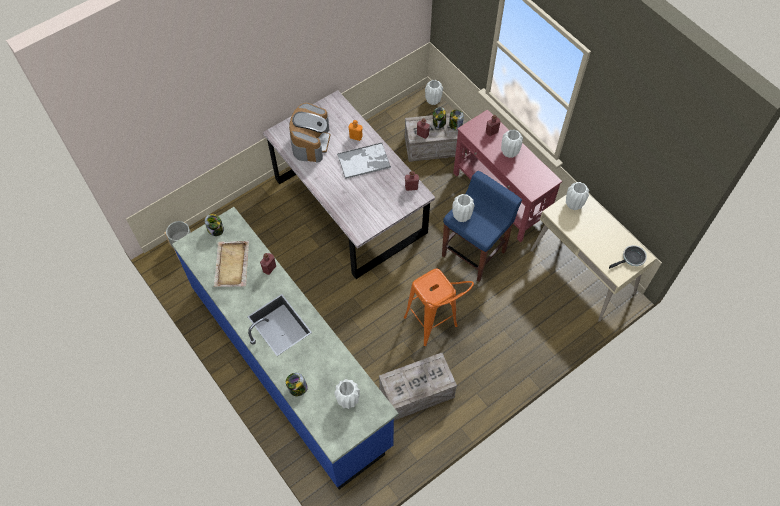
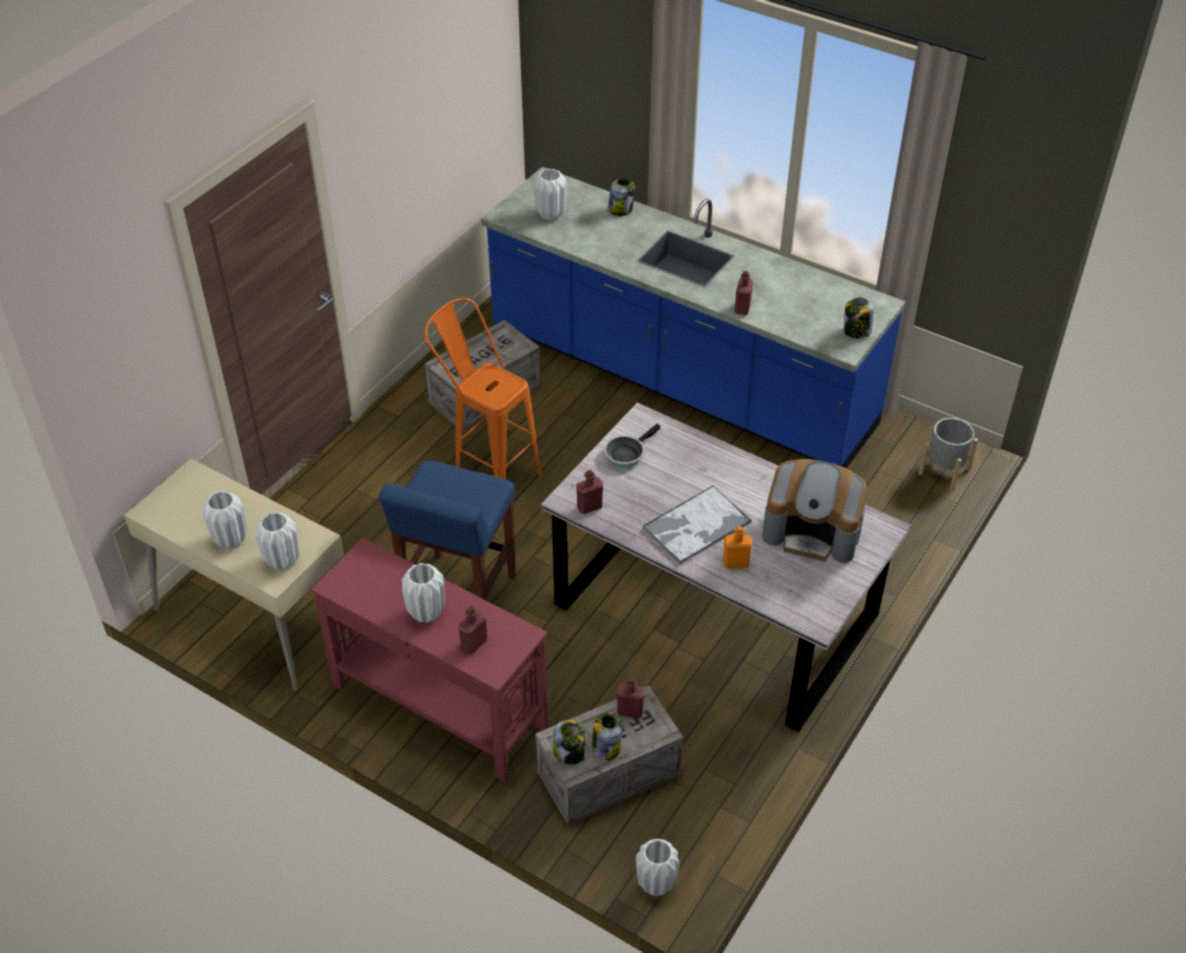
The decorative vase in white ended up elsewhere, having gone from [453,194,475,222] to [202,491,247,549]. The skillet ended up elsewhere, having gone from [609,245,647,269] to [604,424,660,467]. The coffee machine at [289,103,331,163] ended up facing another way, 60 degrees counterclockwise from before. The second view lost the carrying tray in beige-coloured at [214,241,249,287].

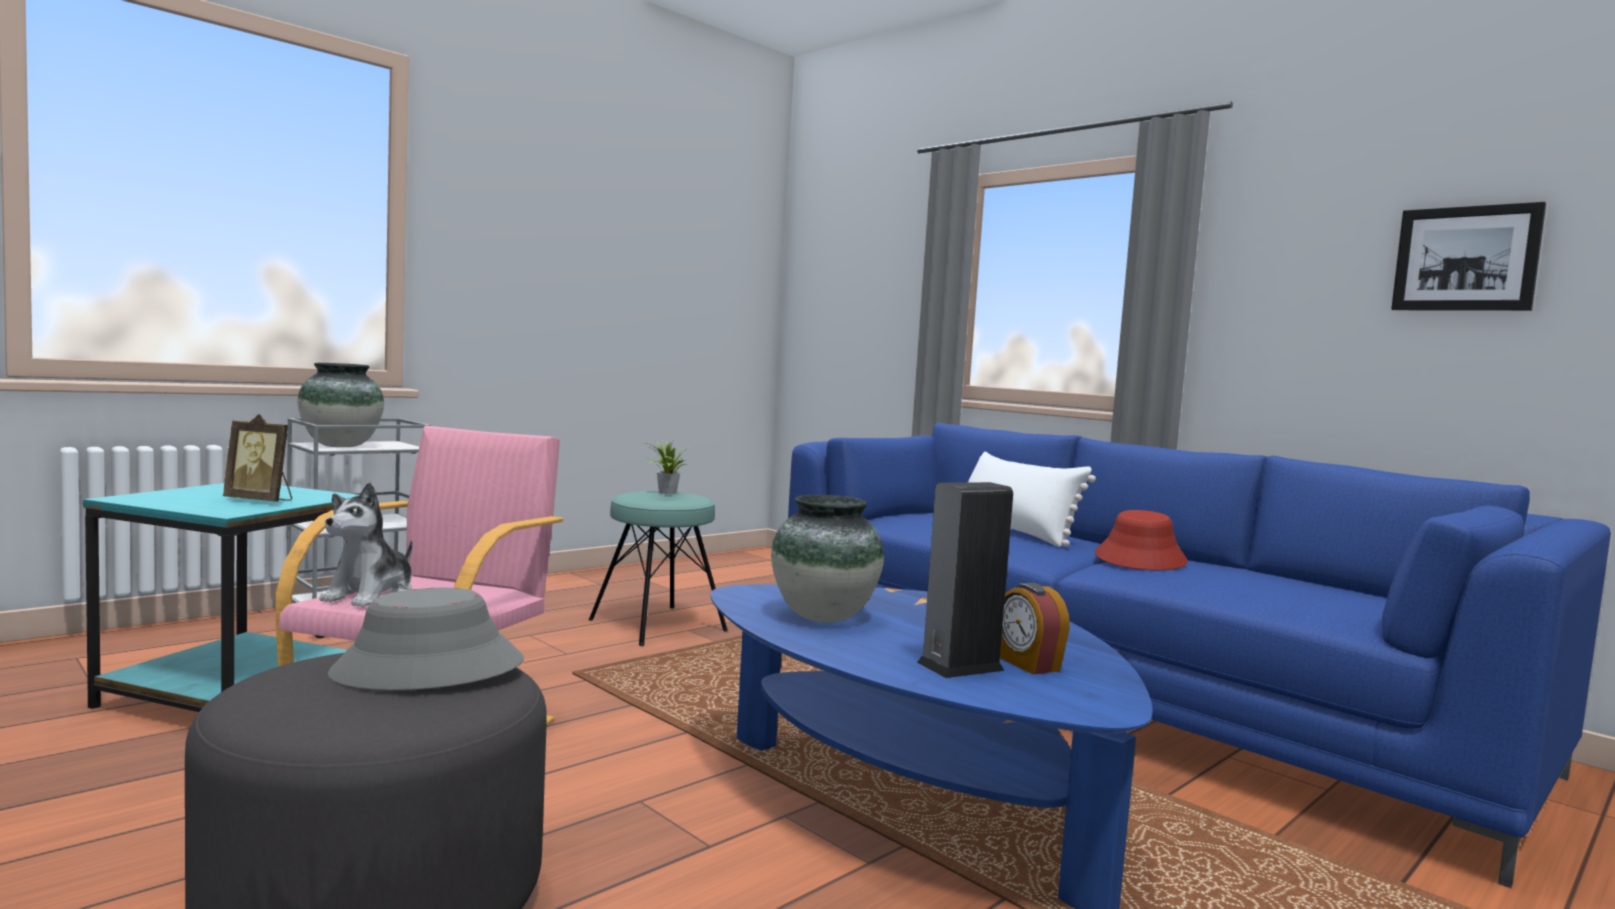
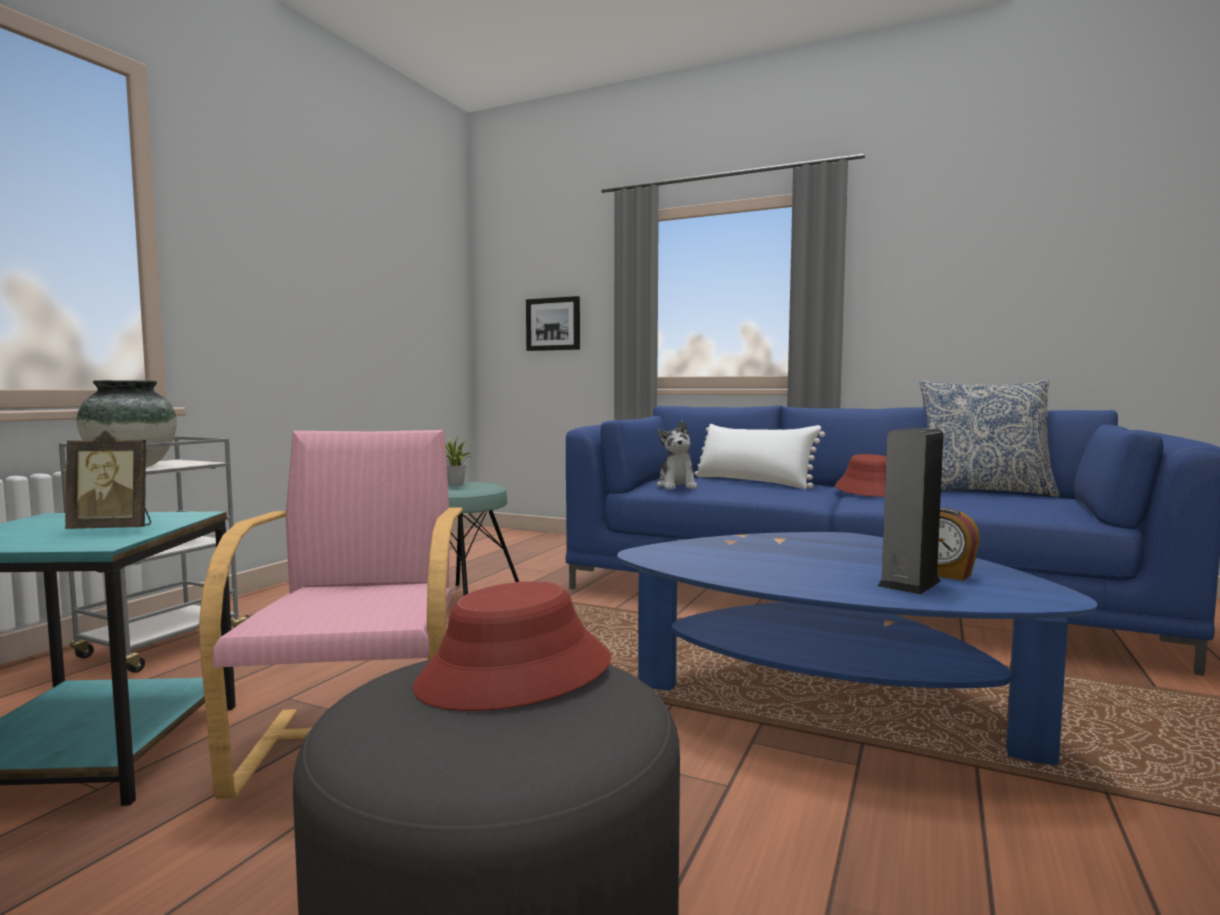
What was the wearable hat in gray at [328,588,523,691] turned into the wearable hat in red-coloured at [412,581,611,711]. The wall art ended up elsewhere, having gone from [1391,202,1546,311] to [526,296,580,351]. The soft toy ended up elsewhere, having gone from [319,482,413,607] to [657,421,698,489]. The second view gained the cushion at [919,380,1060,497]. The second view lost the decorative vase at [771,495,884,622].

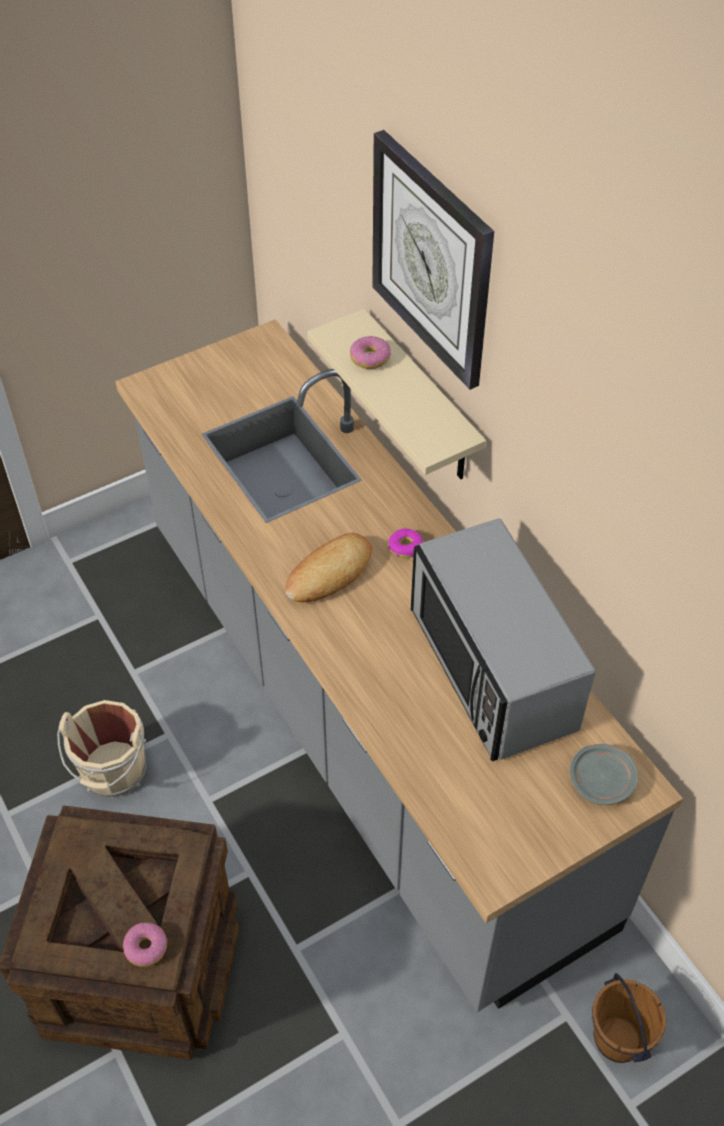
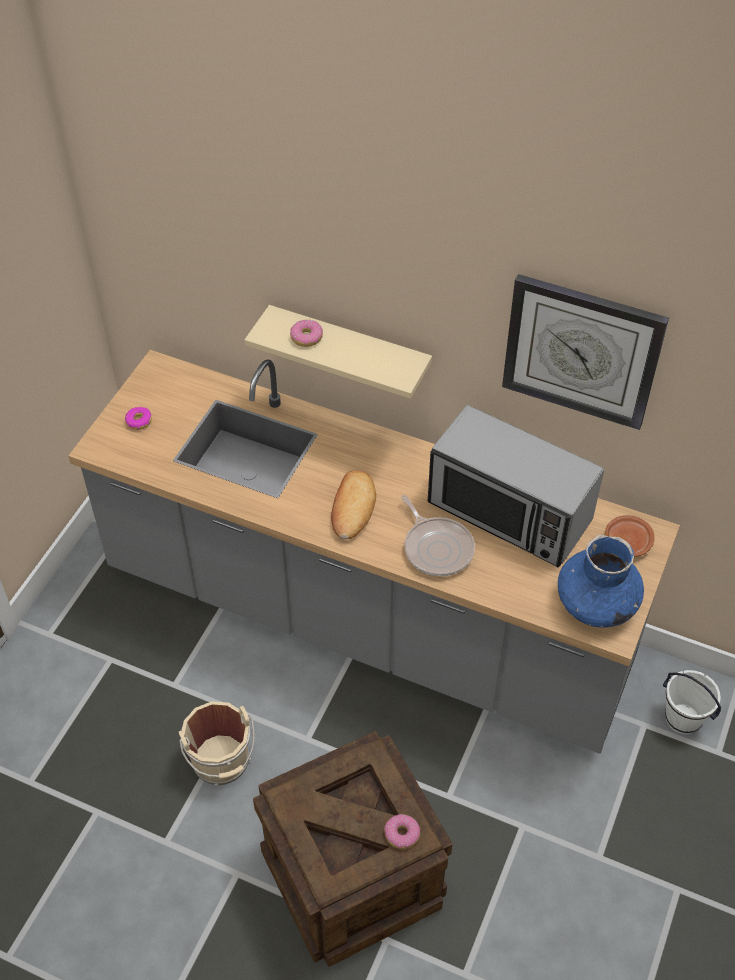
The donut ended up elsewhere, having gone from [389,529,423,558] to [125,407,152,430]. The second view gained the skillet at [401,495,475,576]. The wall clock ended up elsewhere, having gone from [372,130,494,390] to [502,274,669,430]. The second view gained the decorative vase in bluish at [558,535,644,628]. What was the plate in gray at [570,744,638,805] turned into the plate in brown-coloured at [605,515,655,557]. What was the bucket in brown-coloured at [592,973,666,1063] turned into the bucket in white at [663,670,721,734].

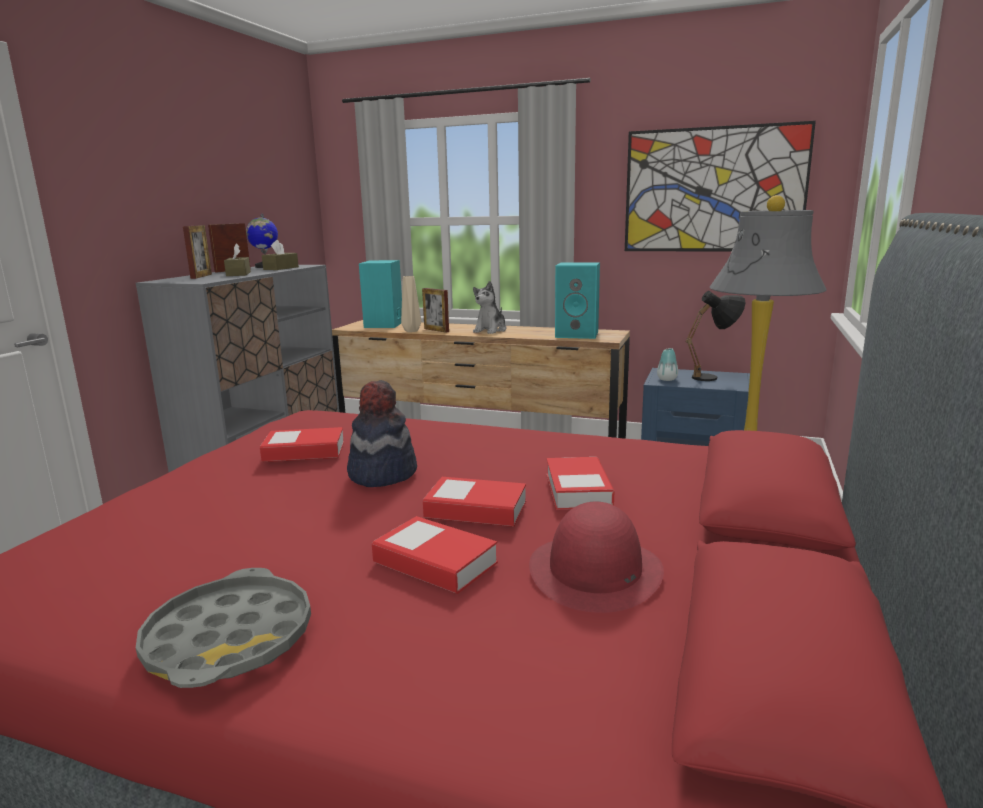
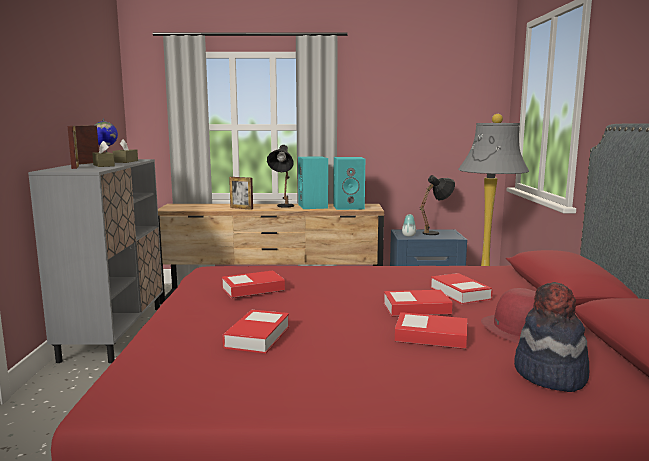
The second view gained the bound book at [223,310,289,353]. Where the soft toy stood at [473,281,507,334], the table lamp in black-coloured came to stand at [267,145,294,208]. The speaker in turquoise ended up elsewhere, having gone from [359,260,402,328] to [298,156,328,209]. The wearable hat ended up elsewhere, having gone from [347,380,417,487] to [514,282,589,392]. The second view lost the carrying tray in gray at [136,568,311,688]. The second view lost the decorative vase in beige-coloured at [401,276,421,332]. The second view lost the wall art at [625,121,816,251].

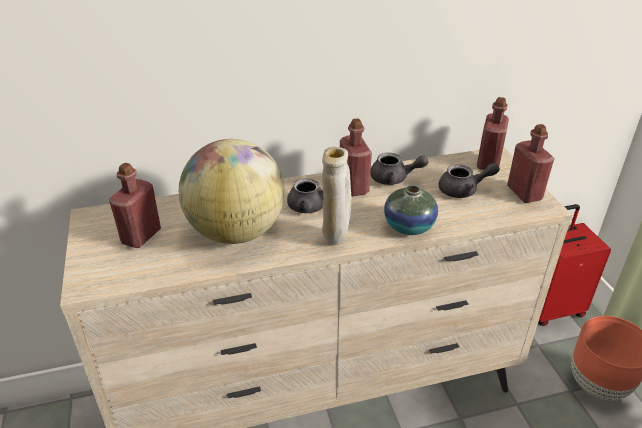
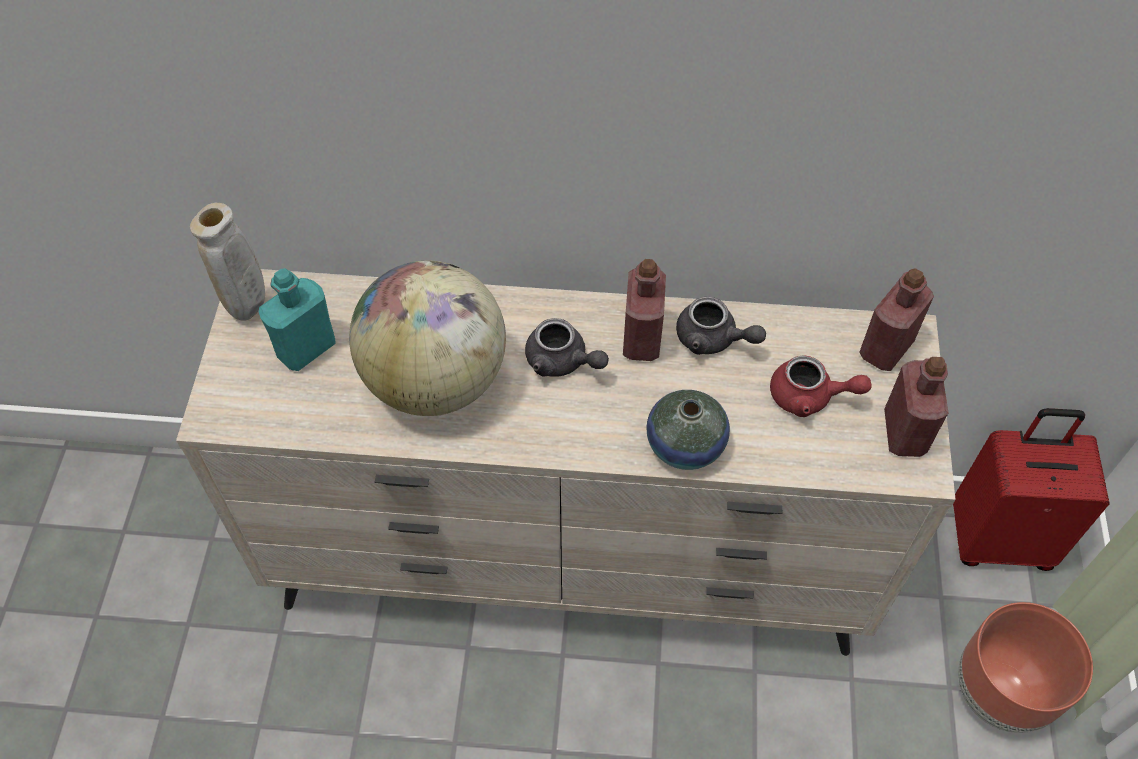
The decorative vase in beige-coloured ended up elsewhere, having gone from [322,147,351,245] to [190,203,265,321]. What was the bottle in red-coloured at [109,163,161,248] turned into the bottle in turquoise at [259,268,336,371]. What was the tea pot in gray at [439,163,500,198] turned into the tea pot in red-coloured at [770,356,872,417].

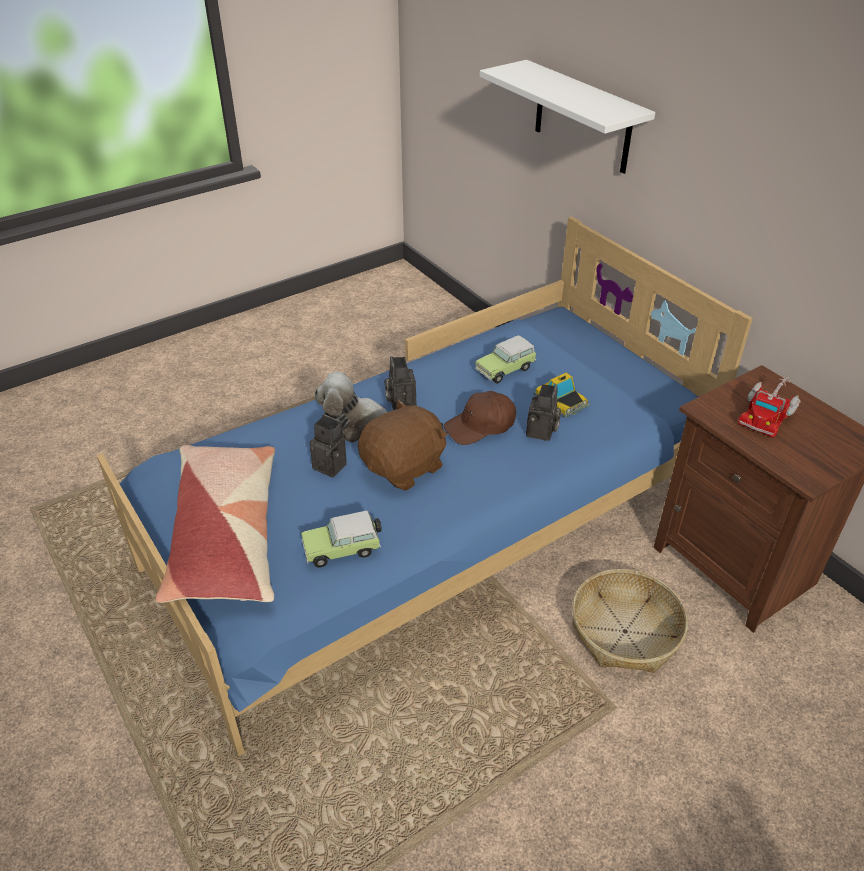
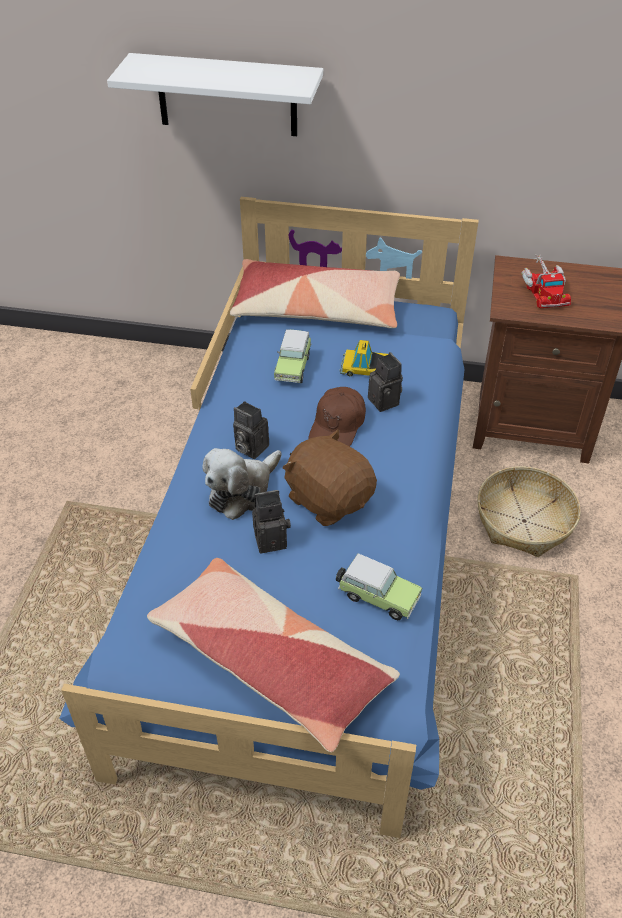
The second view gained the cushion at [230,259,400,328]. The soft toy in brown-coloured at [358,399,448,490] ended up facing another way, 45 degrees counterclockwise from before. The toy car at [301,511,382,568] ended up facing another way, 90 degrees counterclockwise from before.

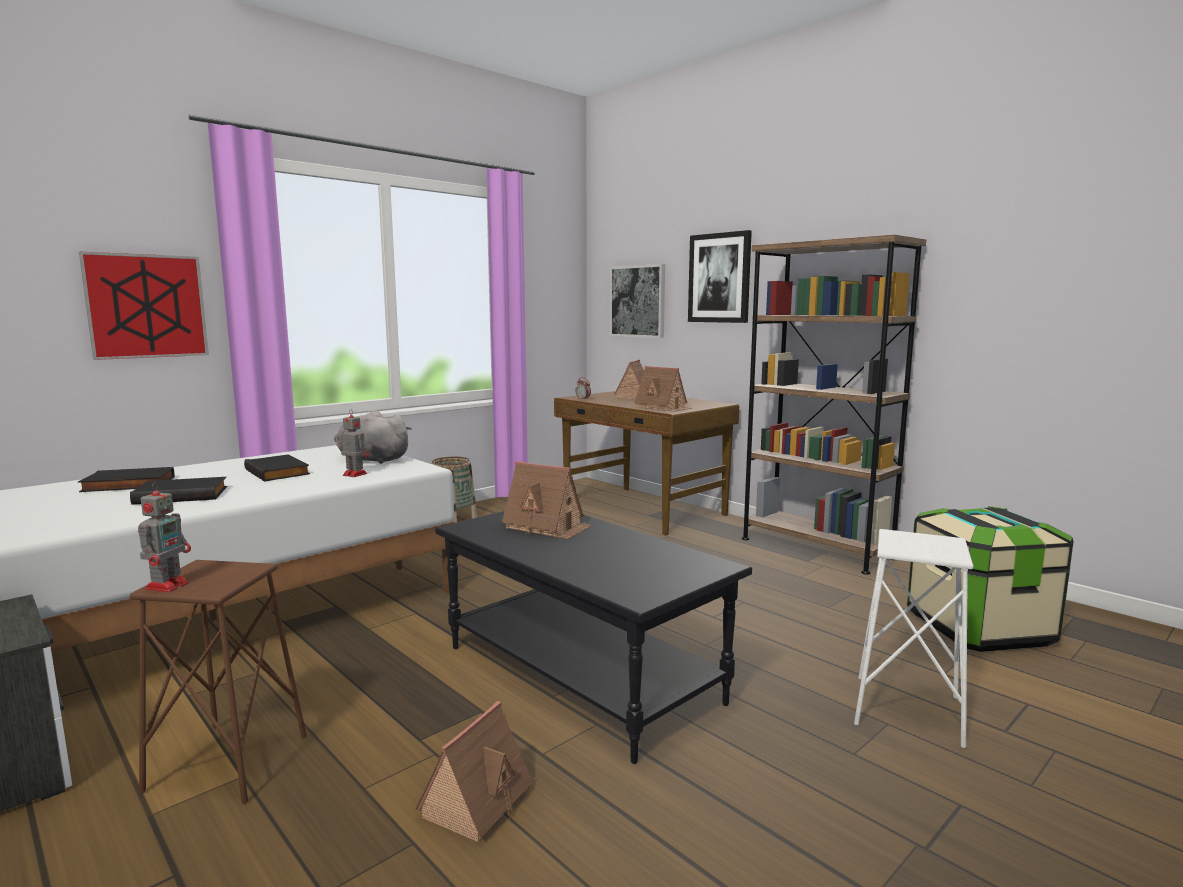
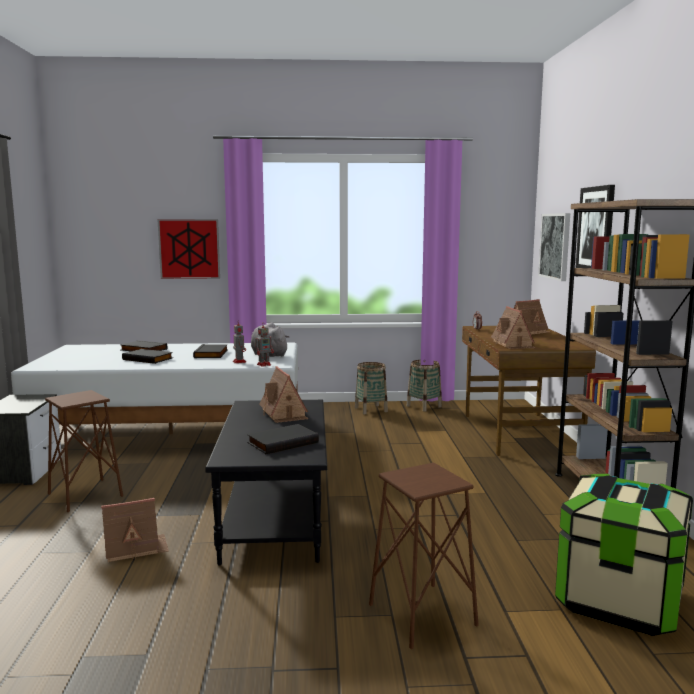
The second view gained the bound book in black-coloured at [247,424,319,454]. The model robot ended up elsewhere, having gone from [138,482,191,592] to [255,322,274,367]. What was the stool seat in white at [854,529,973,748] turned into the stool seat in brown-coloured at [369,463,479,649]. The second view gained the storage basket at [407,360,442,412].

